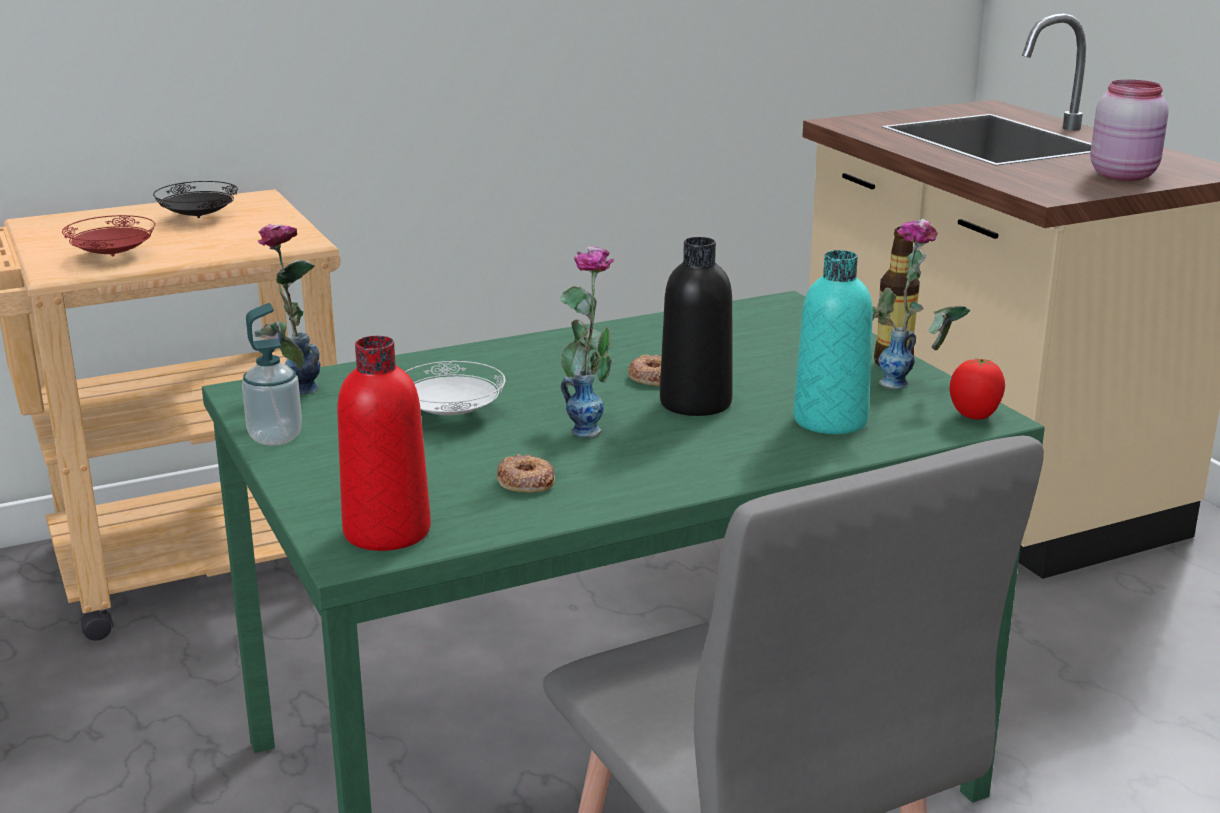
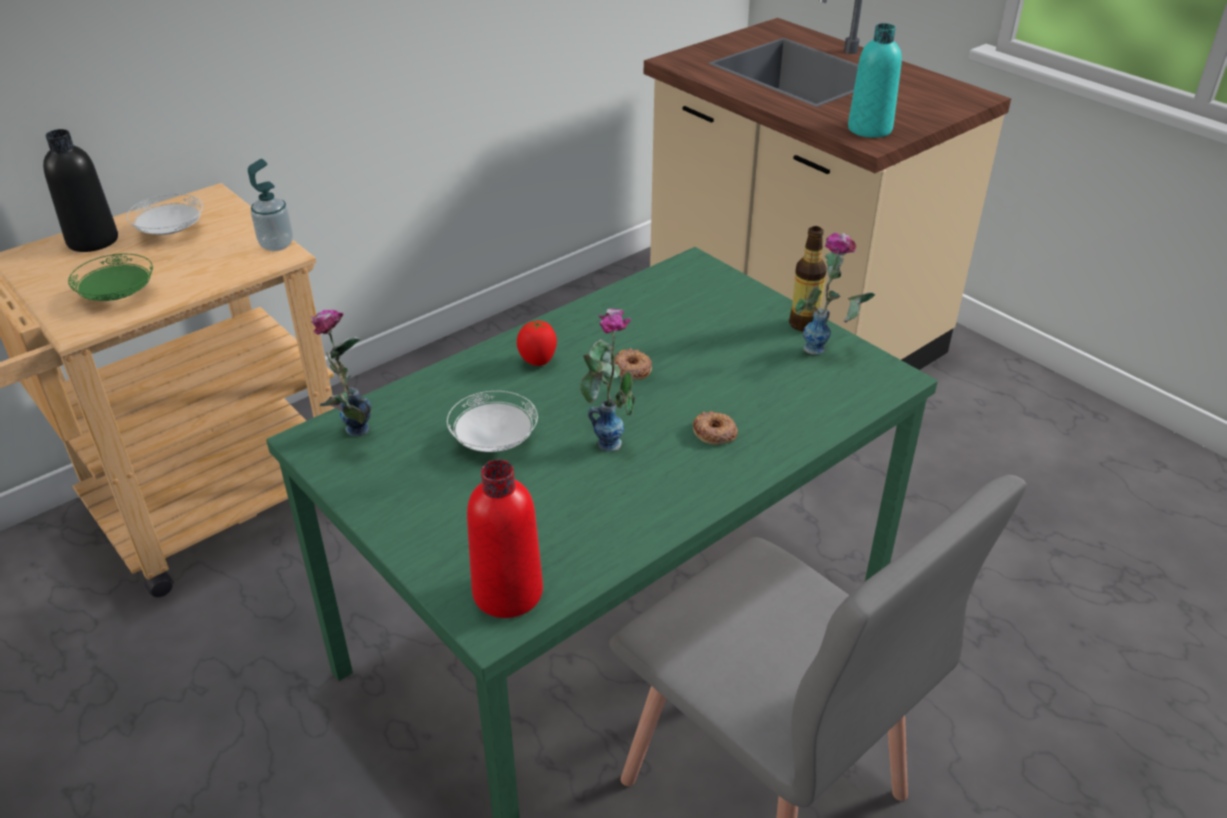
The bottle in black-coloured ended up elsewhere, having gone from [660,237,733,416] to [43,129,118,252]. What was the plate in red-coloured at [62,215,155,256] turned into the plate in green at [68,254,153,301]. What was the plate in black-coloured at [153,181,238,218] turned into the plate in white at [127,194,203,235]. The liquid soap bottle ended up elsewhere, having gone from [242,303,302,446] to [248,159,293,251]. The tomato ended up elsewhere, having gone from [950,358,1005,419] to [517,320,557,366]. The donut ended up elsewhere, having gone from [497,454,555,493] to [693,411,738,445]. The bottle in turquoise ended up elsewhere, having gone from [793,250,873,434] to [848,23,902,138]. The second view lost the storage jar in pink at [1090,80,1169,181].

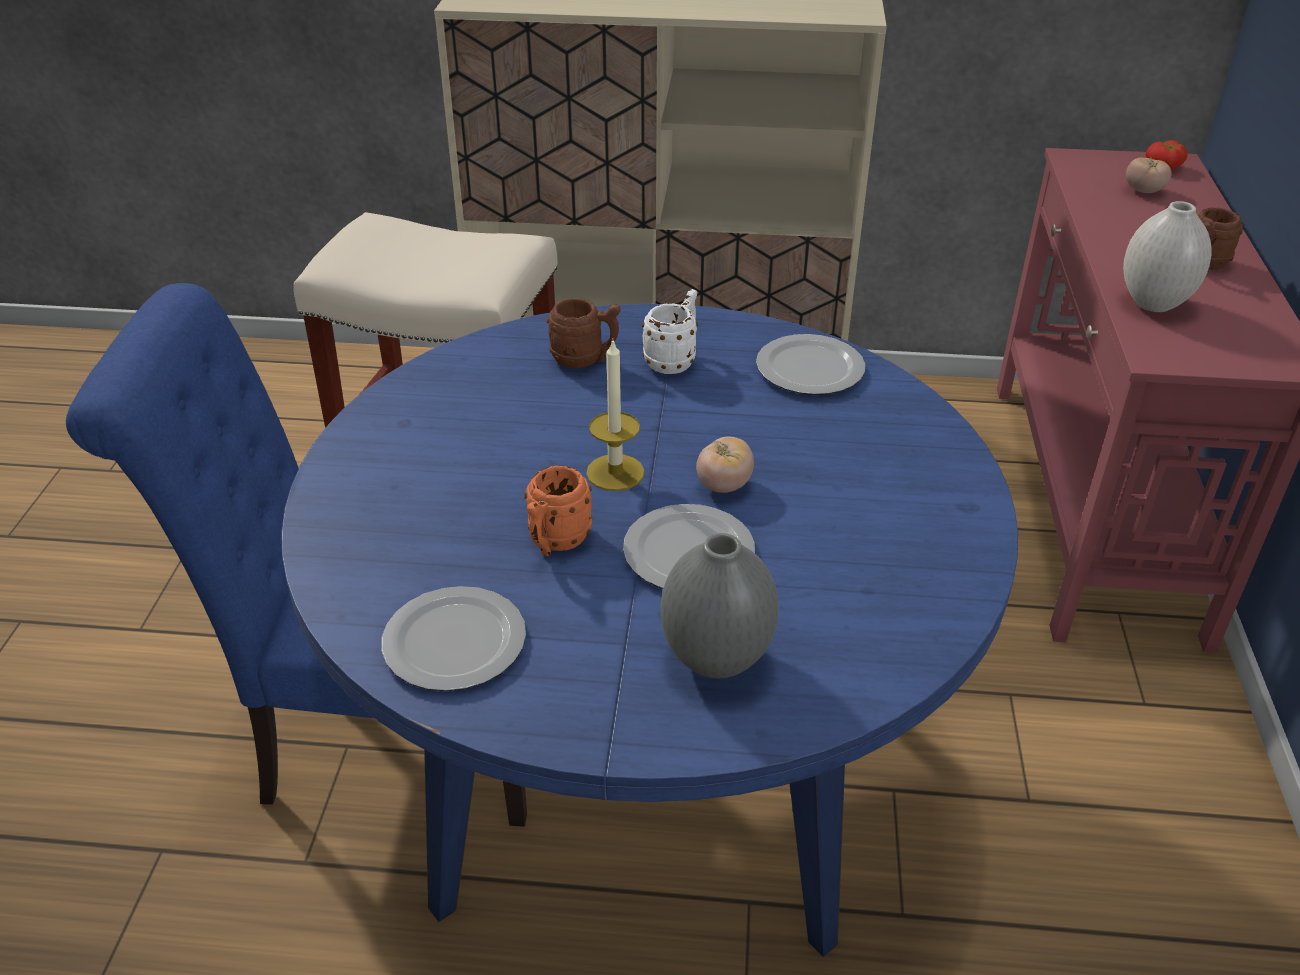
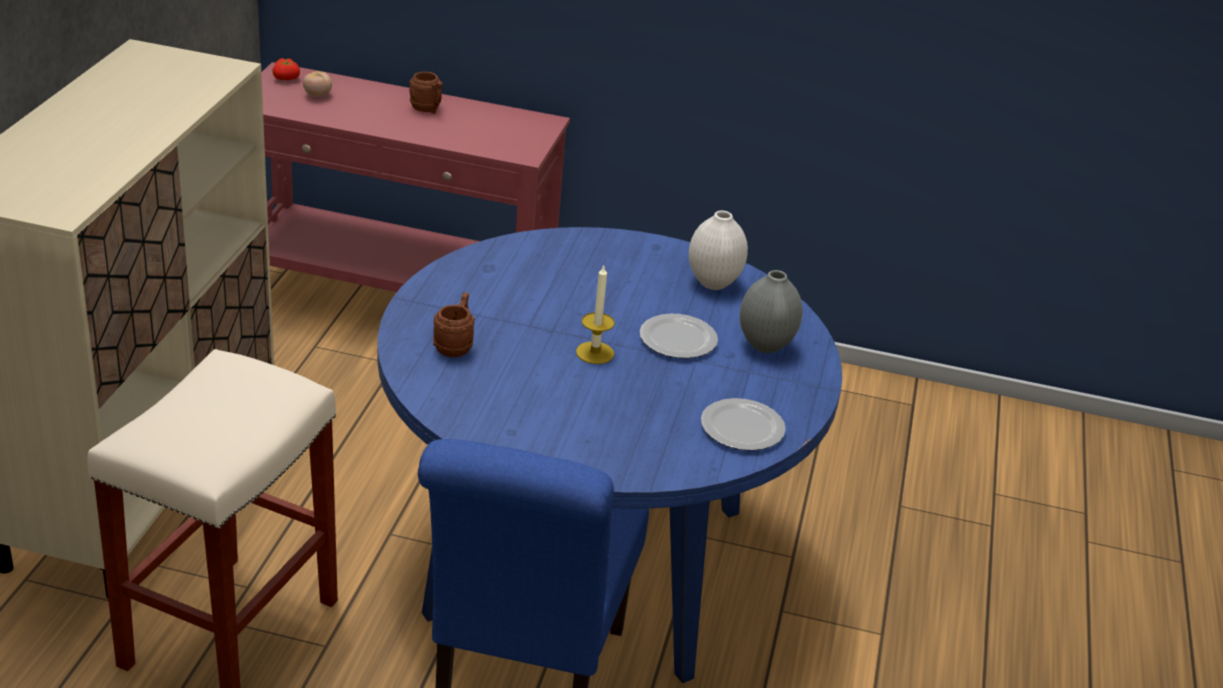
The decorative vase in white ended up elsewhere, having gone from [1123,201,1212,312] to [689,210,748,290]. The second view lost the mug in orange at [524,466,592,556]. The second view lost the mug in white at [642,289,698,374]. The second view lost the tomato at [696,436,754,493]. The second view lost the plate at [756,334,865,395].

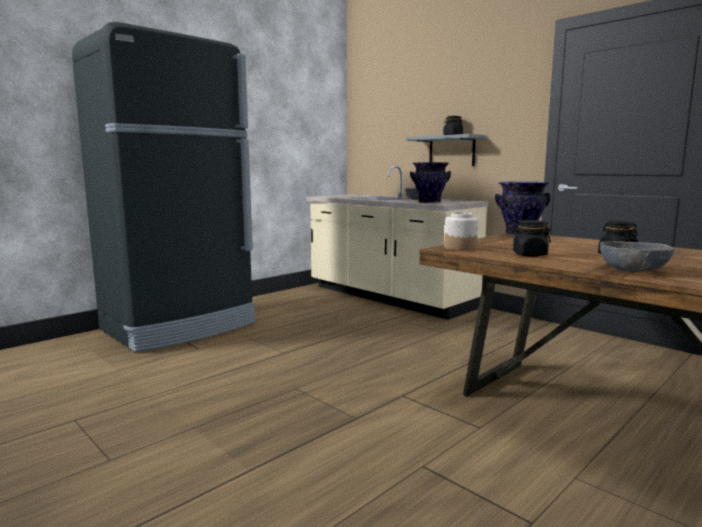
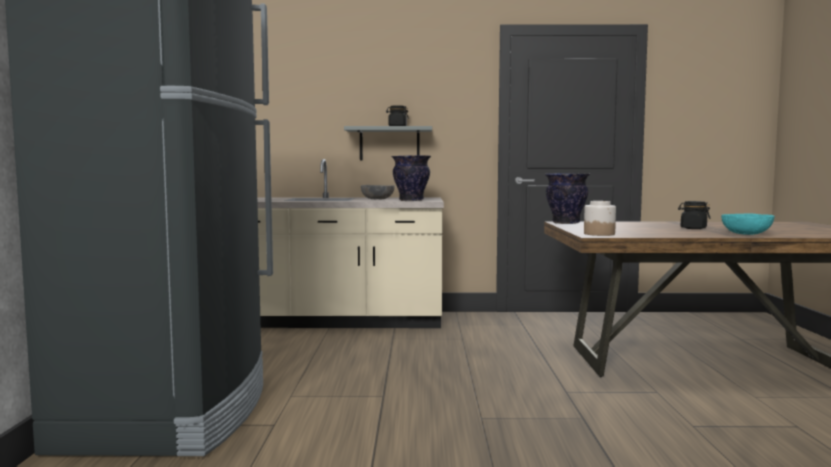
What was the deep dish in gray at [600,241,674,272] turned into the deep dish in turquoise at [721,213,775,235]. The second view lost the storage jar in black-coloured at [511,220,551,257].

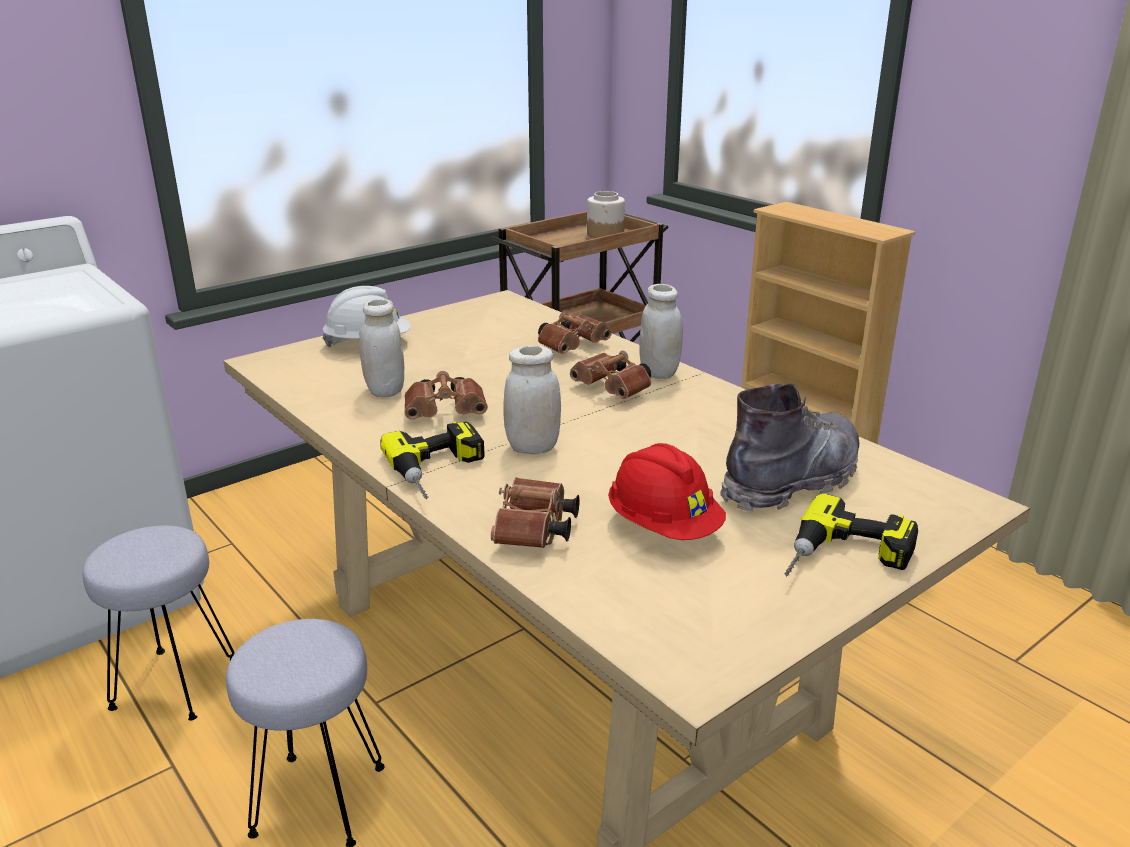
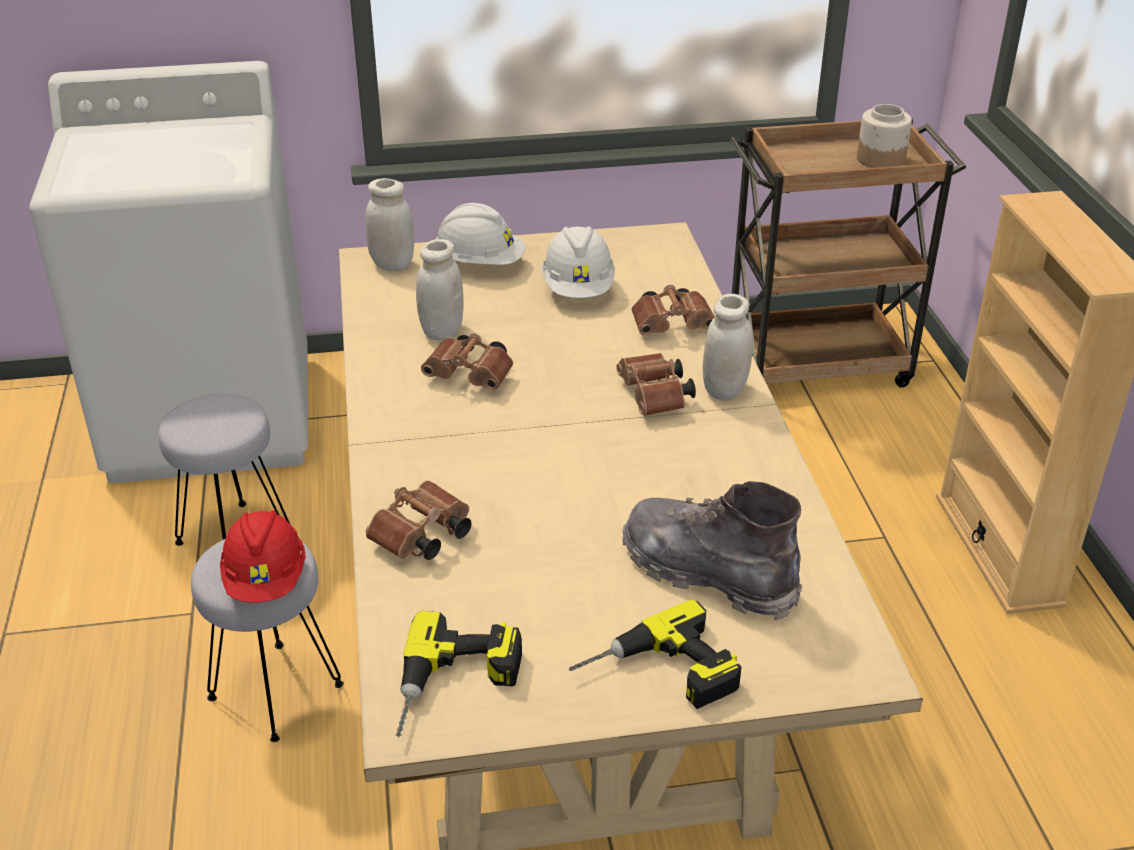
The safety helmet in red-coloured ended up elsewhere, having gone from [608,443,726,540] to [220,510,306,603]. The storage jar in white ended up elsewhere, having gone from [503,346,561,454] to [365,178,414,271]. The drill ended up elsewhere, having gone from [380,421,485,499] to [396,611,522,737]. The second view gained the safety helmet in white at [541,226,615,298]. The high-top boot in gray at [720,383,859,512] ended up facing another way, 135 degrees counterclockwise from before.

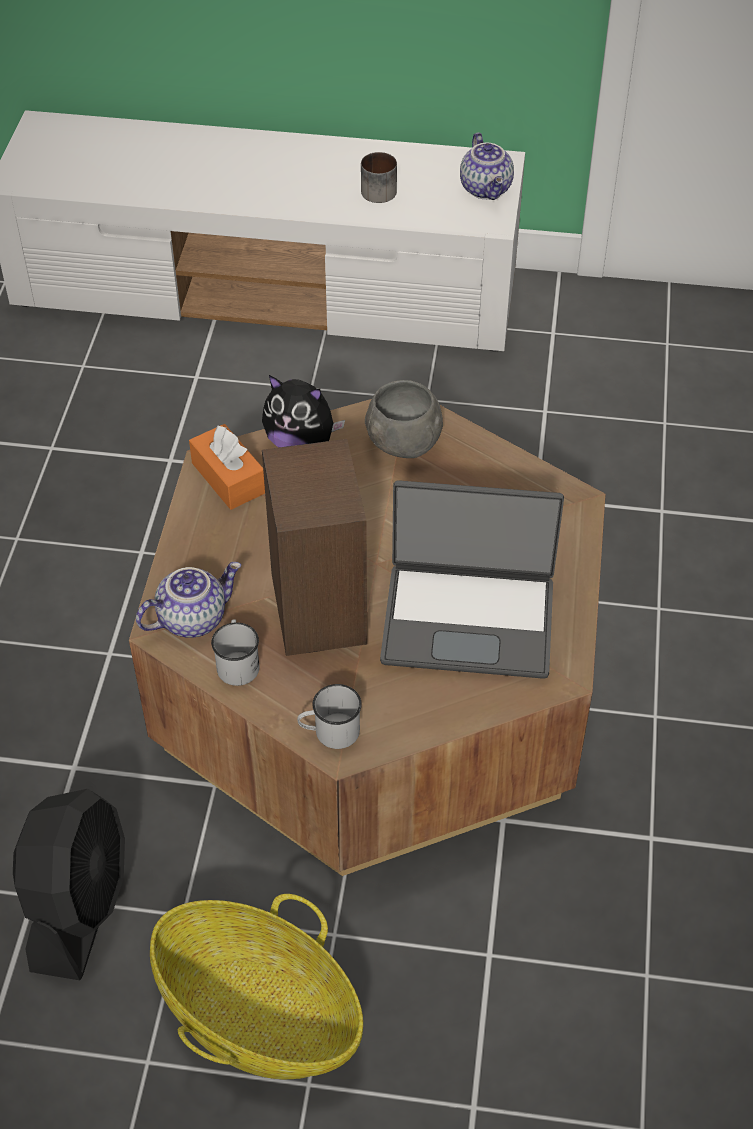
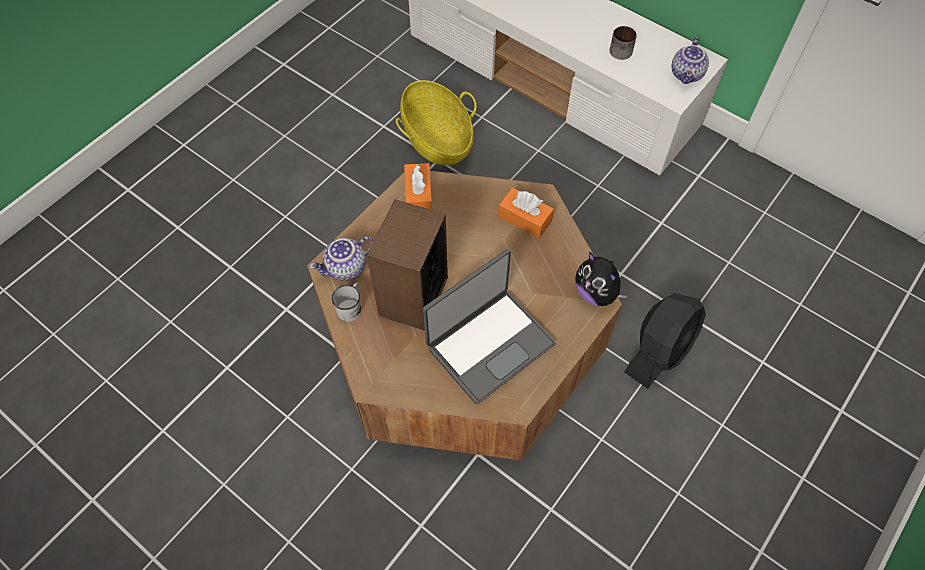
The tea pot at [136,562,241,638] ended up facing another way, 150 degrees clockwise from before. The storage basket ended up elsewhere, having gone from [150,894,363,1079] to [396,80,477,165]. The laptop at [380,480,564,679] ended up facing another way, 75 degrees counterclockwise from before. Where the deep dish in gray stood at [365,380,443,458], the box of tissues in orange came to stand at [498,188,554,238]. The soft toy ended up elsewhere, having gone from [262,375,345,448] to [575,251,628,306]. The electric fan in black-coloured ended up elsewhere, having gone from [13,789,125,980] to [625,293,706,389]. The second view lost the mug in white at [297,684,362,749].

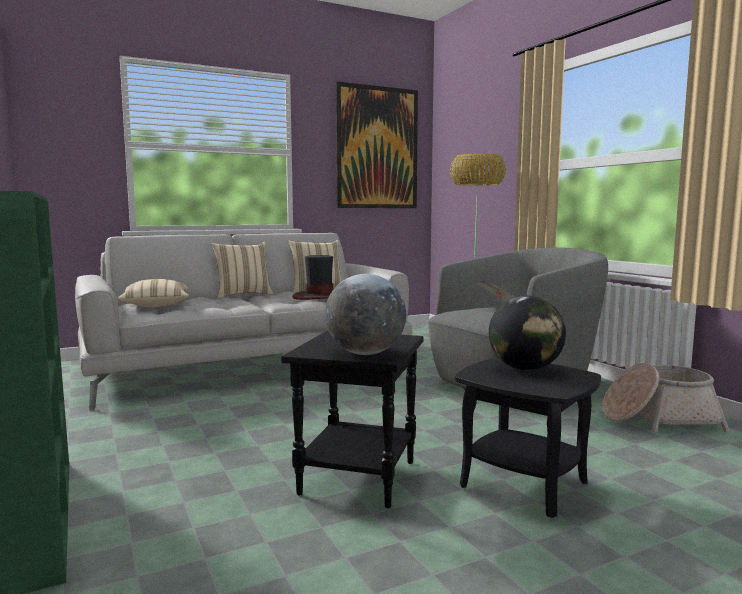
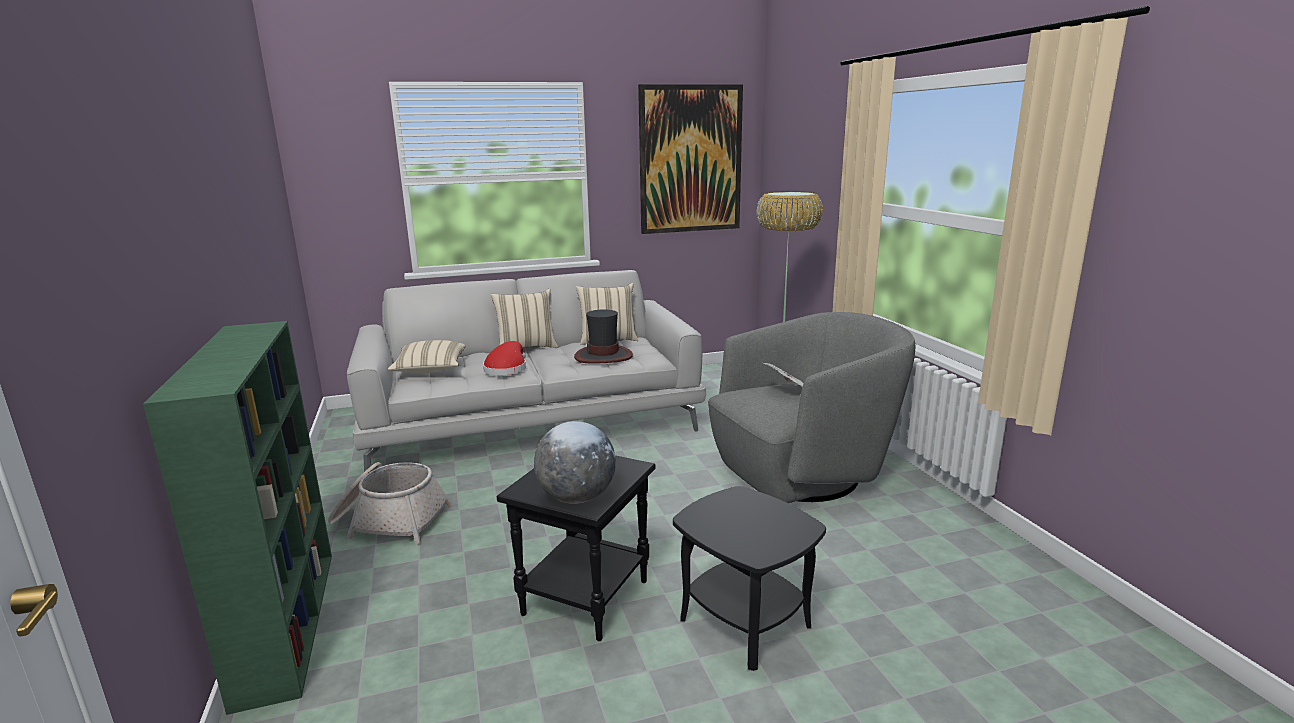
The storage basket ended up elsewhere, having gone from [602,363,729,432] to [328,462,453,545]. The second view gained the wearable hat in red-coloured at [483,341,526,375]. The second view lost the world globe at [489,296,566,370].

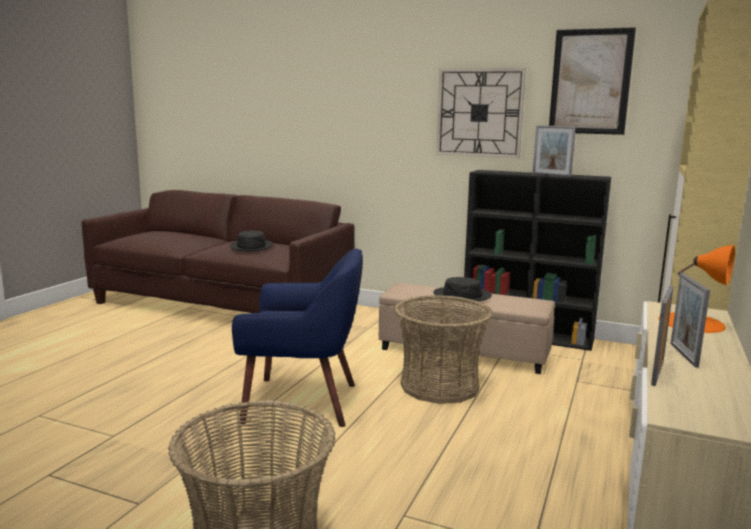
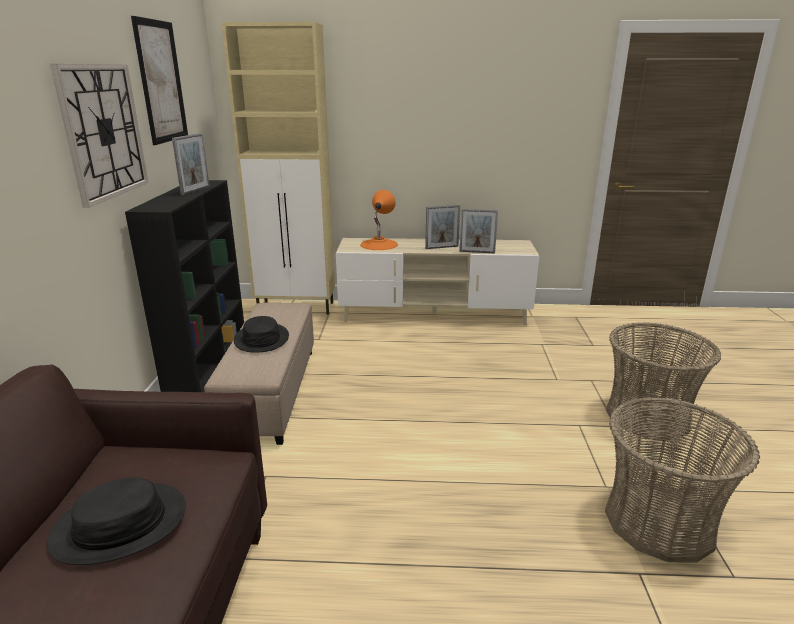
The storage basket ended up elsewhere, having gone from [394,295,493,404] to [605,397,760,563]. The second view lost the armchair in bluish at [232,249,363,427].

